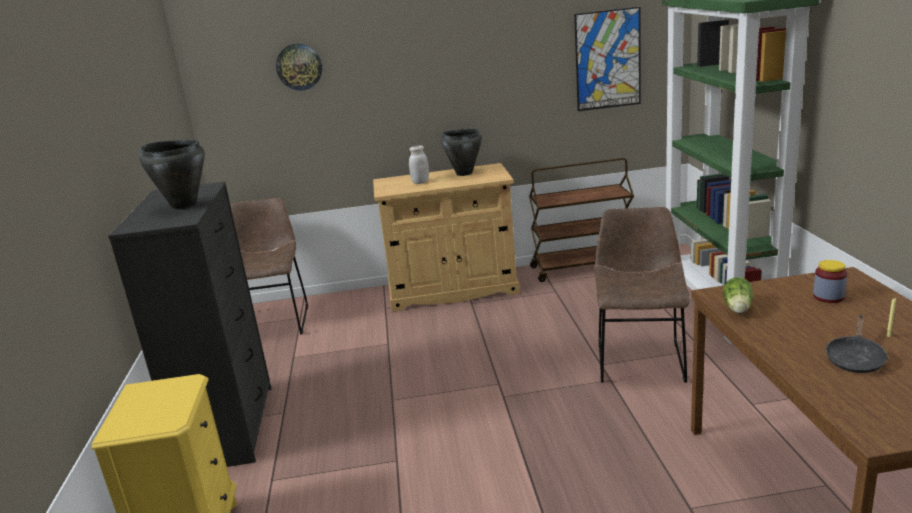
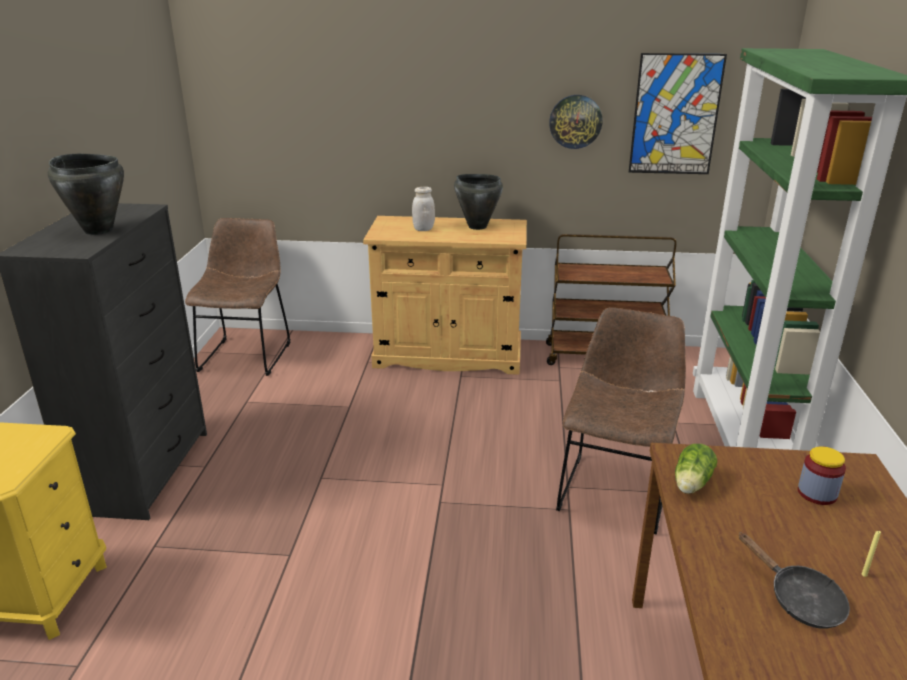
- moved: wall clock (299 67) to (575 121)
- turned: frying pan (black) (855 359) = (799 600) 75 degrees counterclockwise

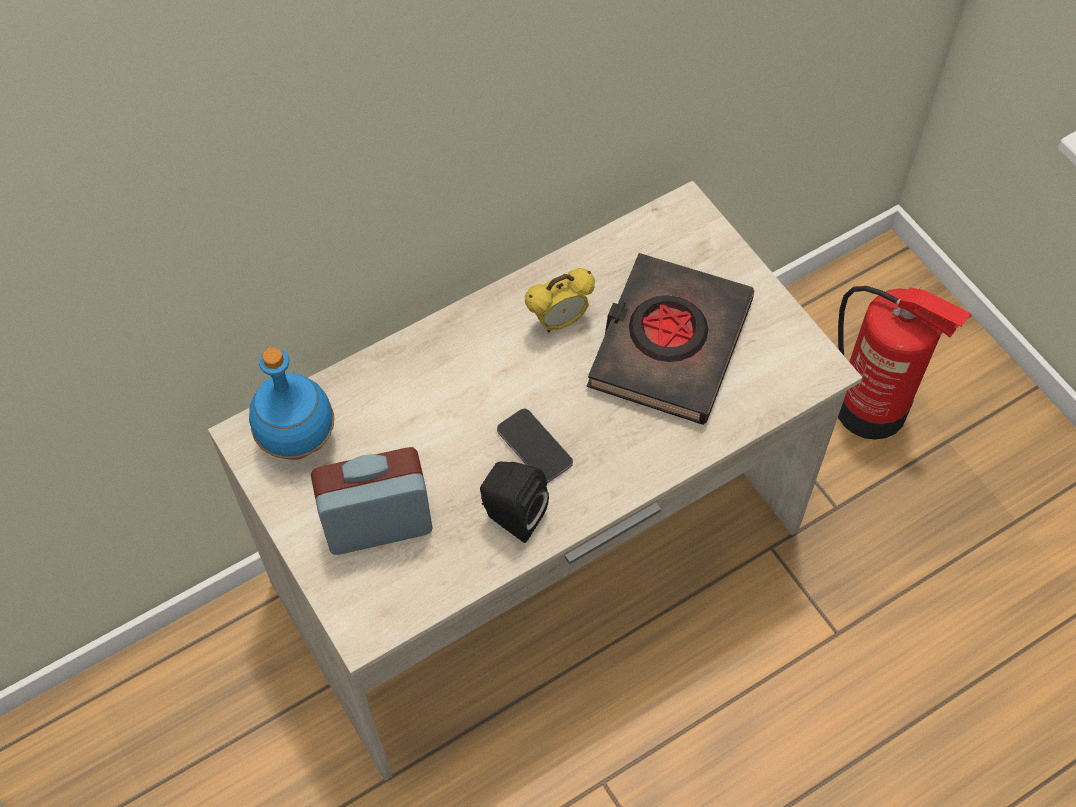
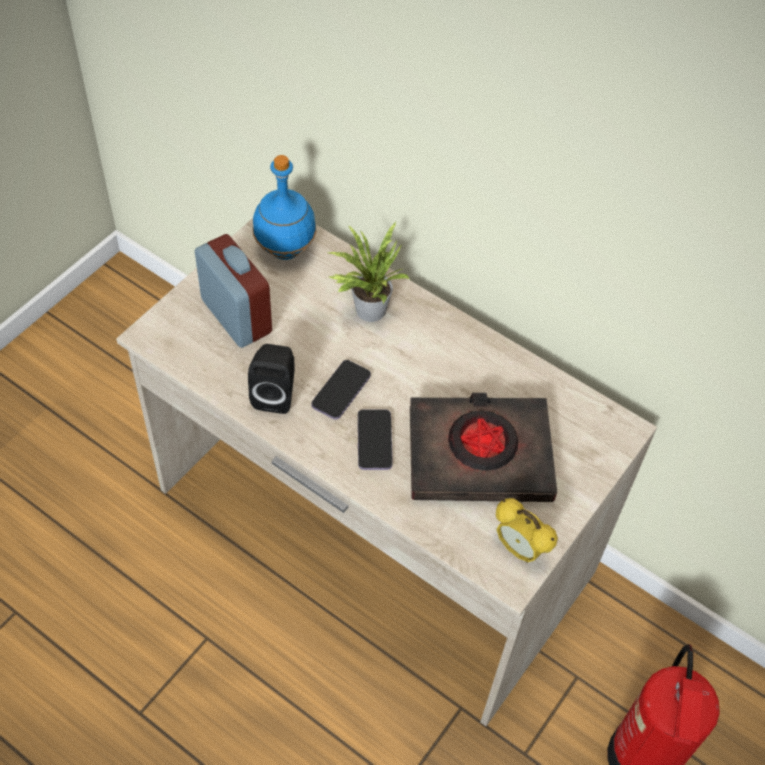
- added: potted plant (366 309)
- added: phone (374 441)
- moved: alarm clock (559 321) to (519 549)

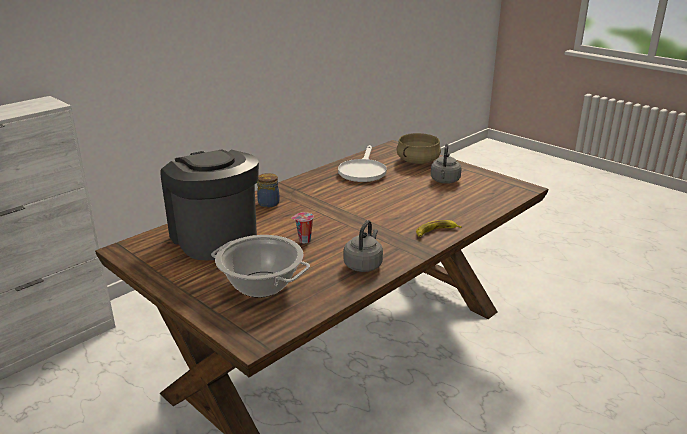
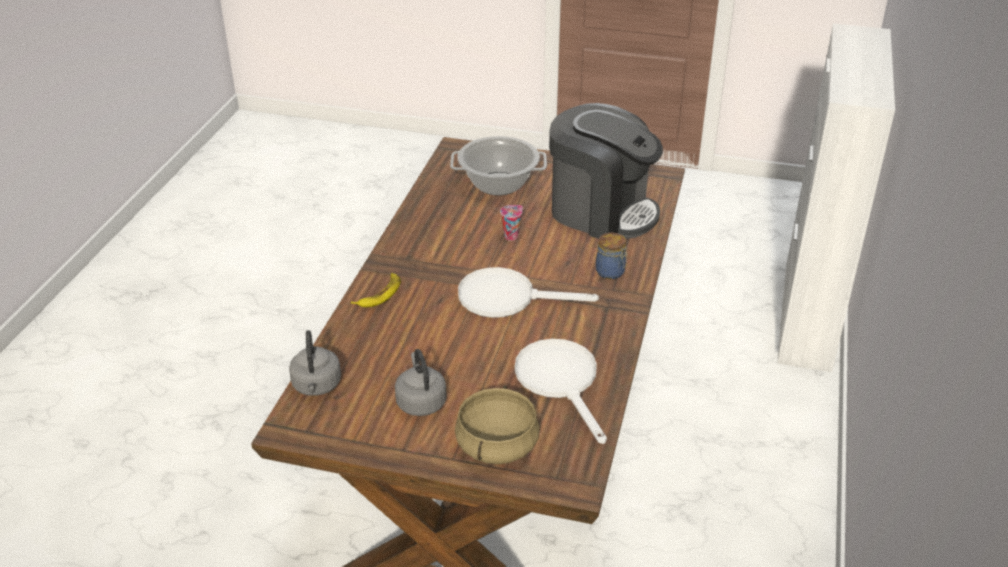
- added: frying pan (white) (507 297)
- moved: kettle (grey) (364 264) to (317 386)

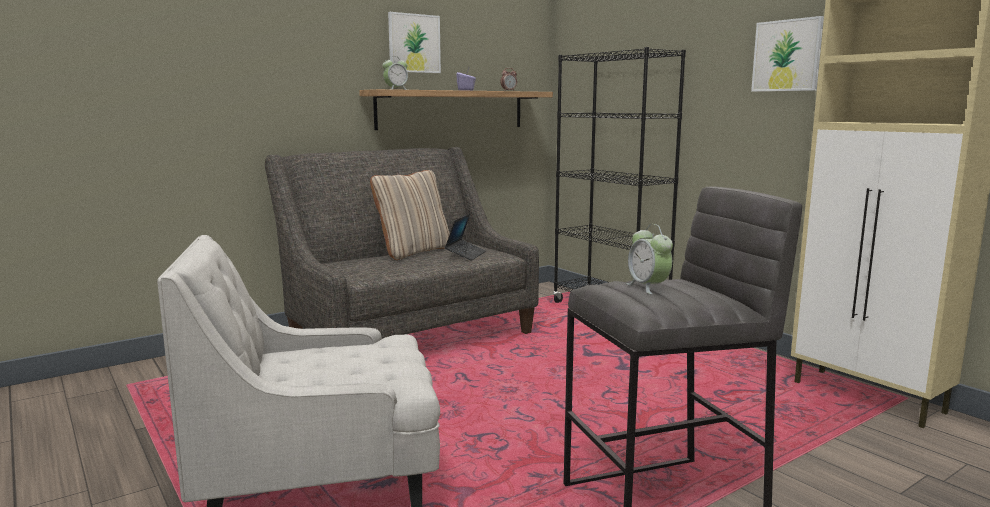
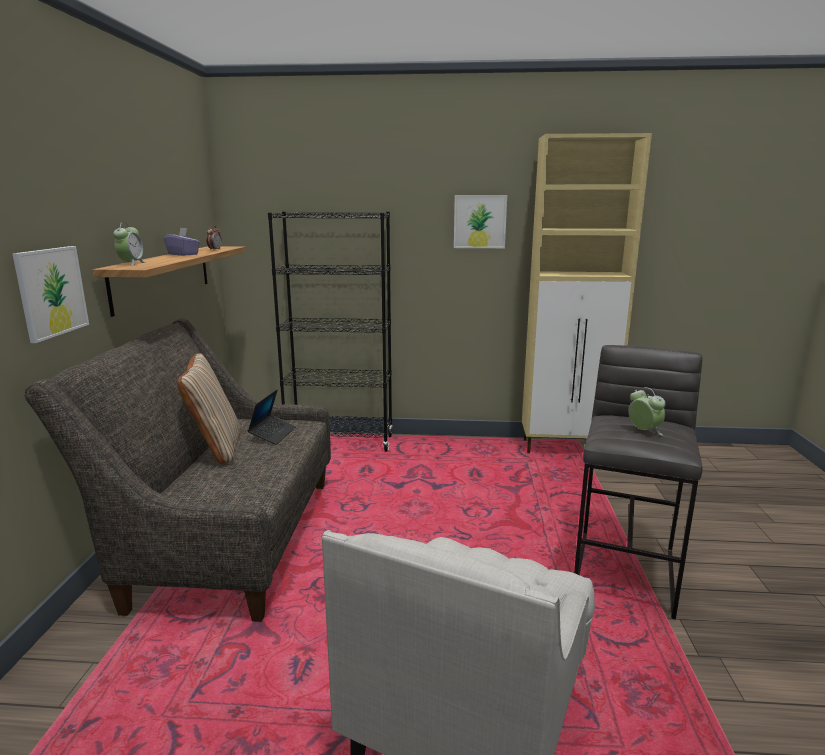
- moved: picture (414 43) to (51 292)
- turned: laptop (465 254) = (273 434) 45 degrees clockwise
- turned: alarm clock (648 287) = (644 431) 135 degrees counterclockwise

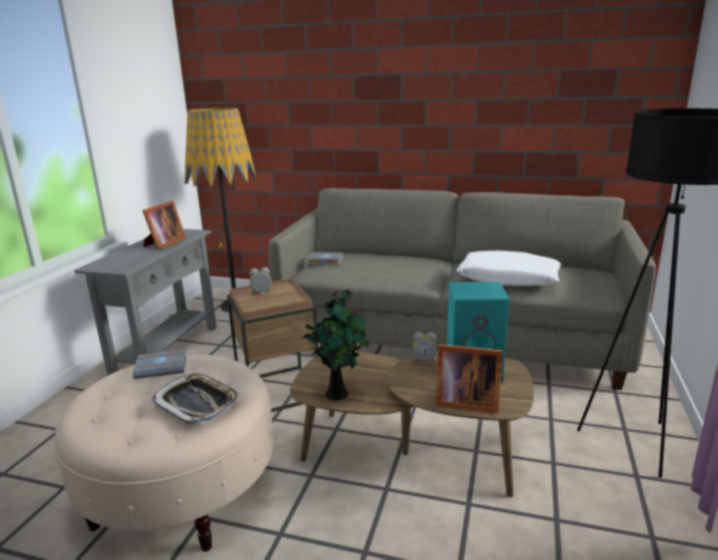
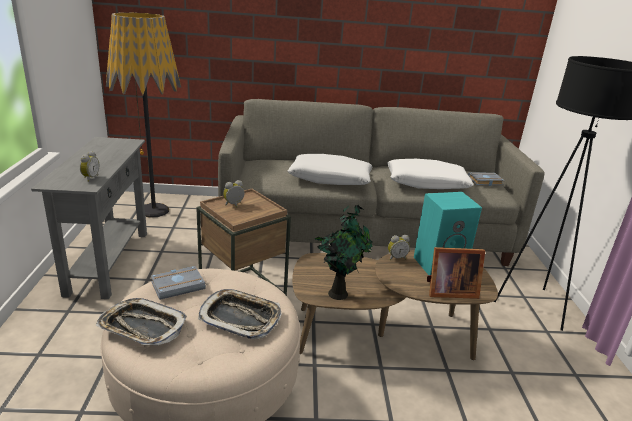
- removed: picture frame (164 243)
- added: alarm clock (90 178)
- added: tray (142 327)
- added: pillow (white) (330 178)
- moved: book (grey) (325 262) to (484 181)

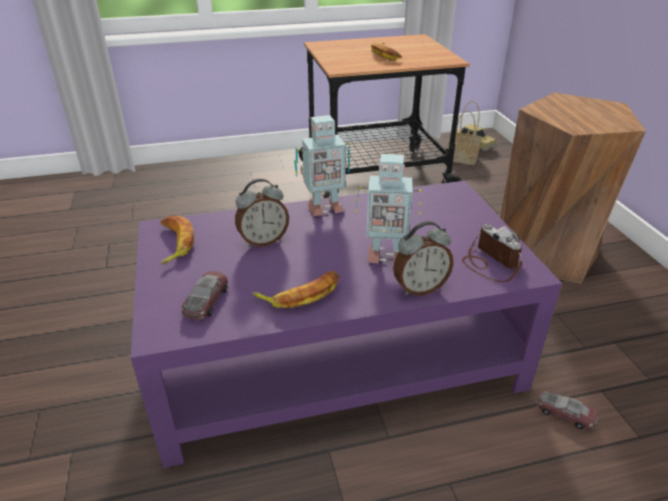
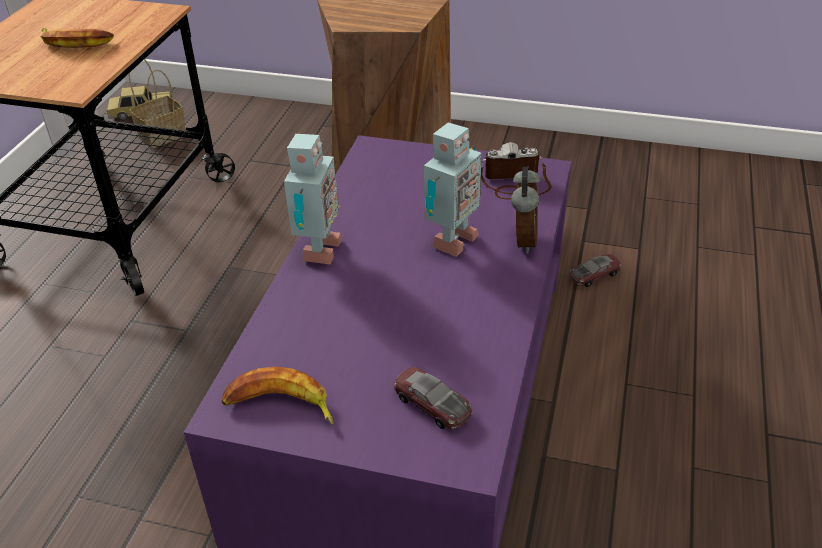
- removed: alarm clock (263 241)
- removed: banana (301 294)

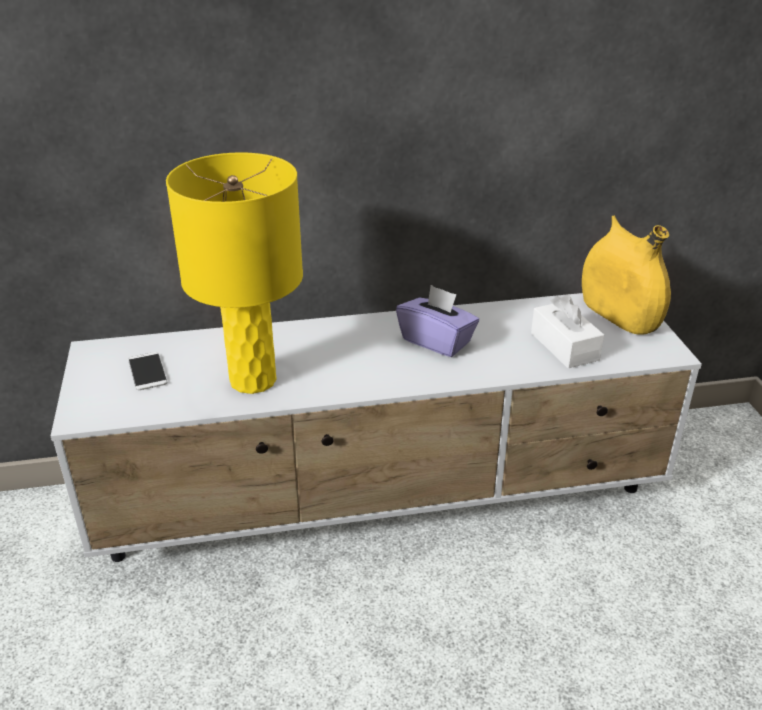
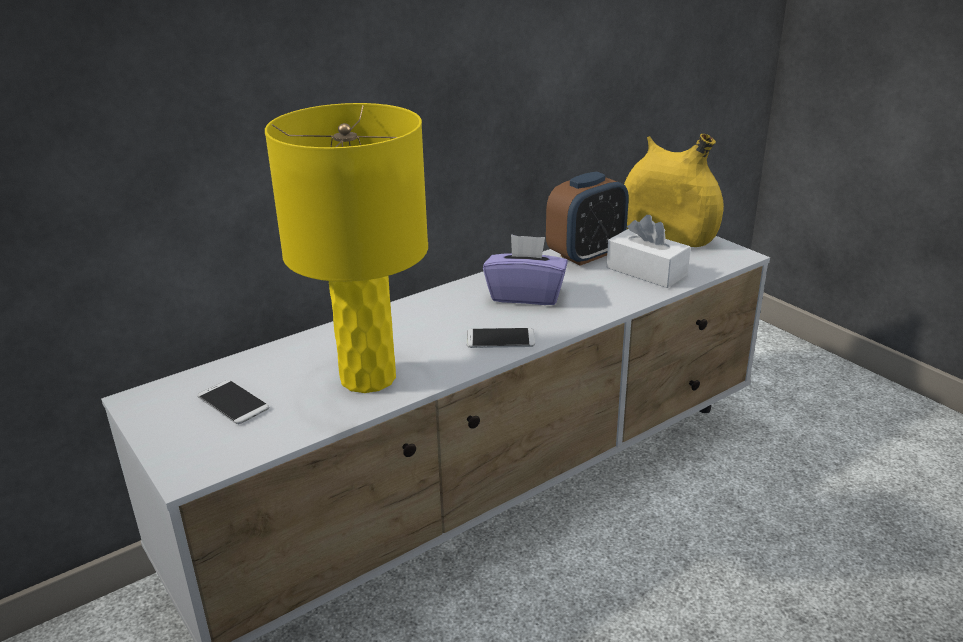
- added: phone (500 339)
- added: alarm clock (586 255)

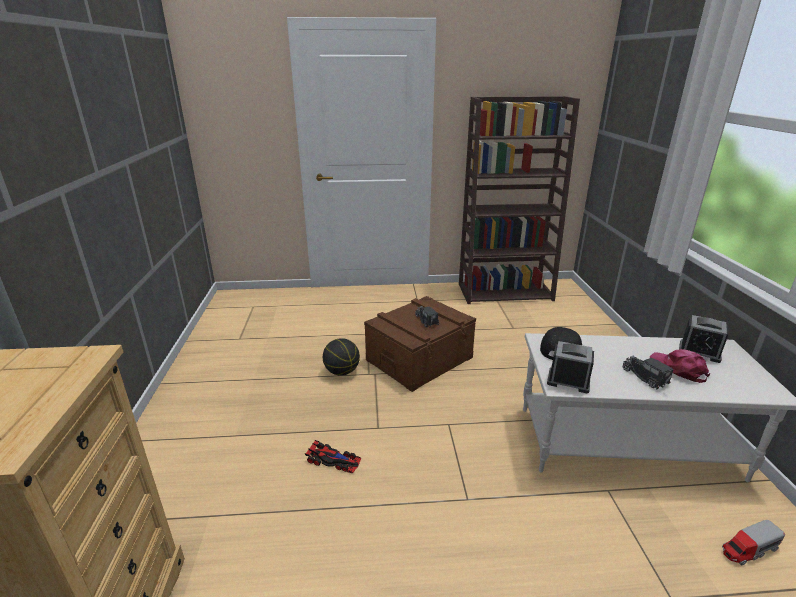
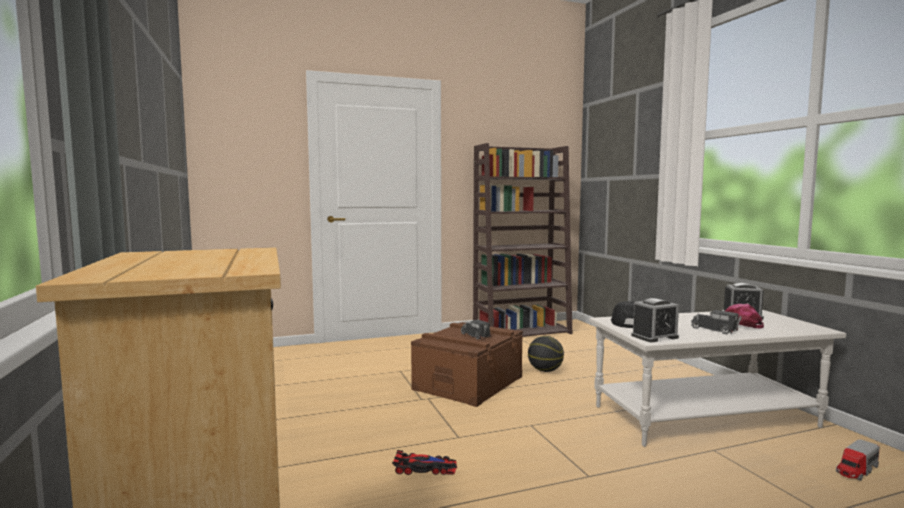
- moved: basketball (342 371) to (545 370)
- turned: alarm clock (568 381) = (654 336) 150 degrees clockwise

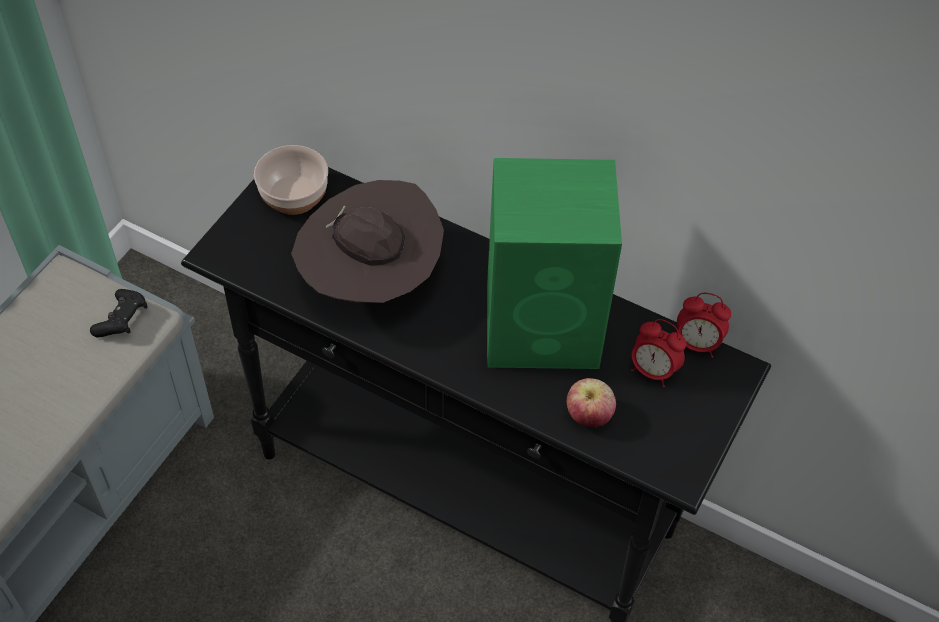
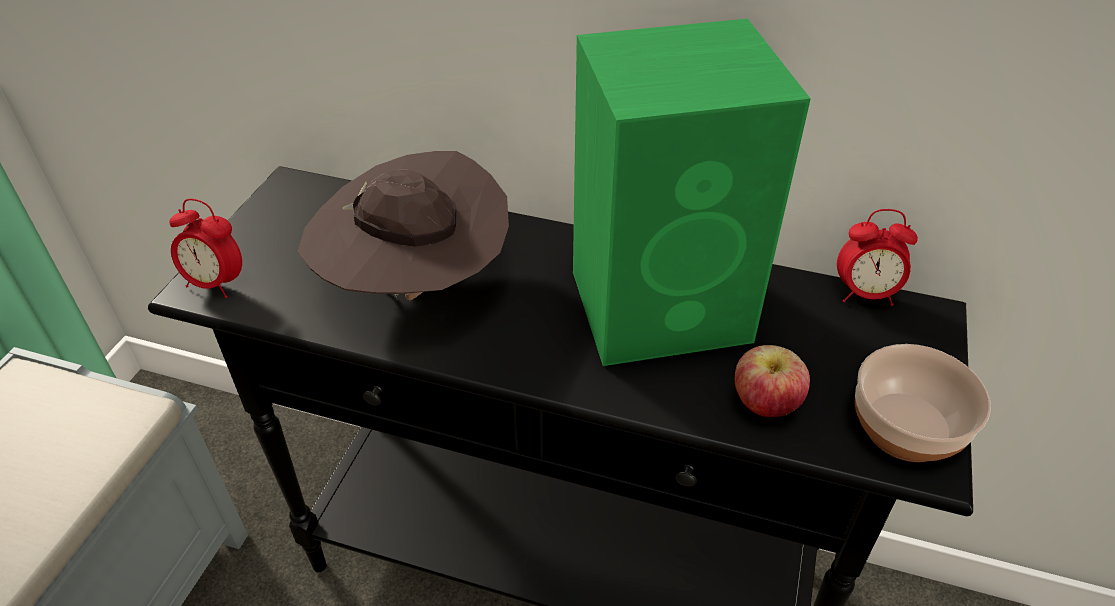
- removed: game controller (black) (122 321)
- moved: bowl (294 195) to (906 427)
- moved: alarm clock (652 371) to (216 283)

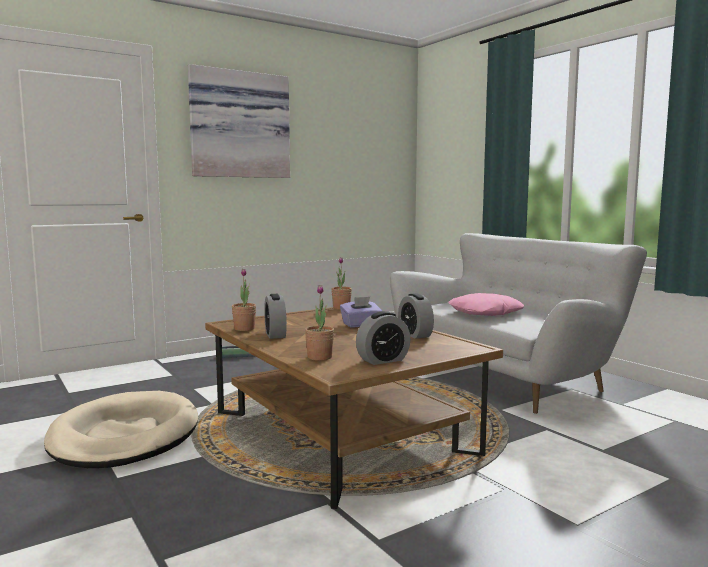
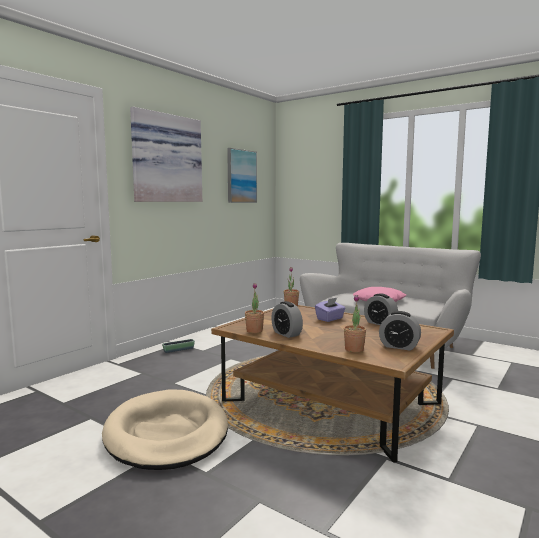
- added: picture (241 176)
- turned: alarm clock (383 360) = (399 346) 75 degrees clockwise

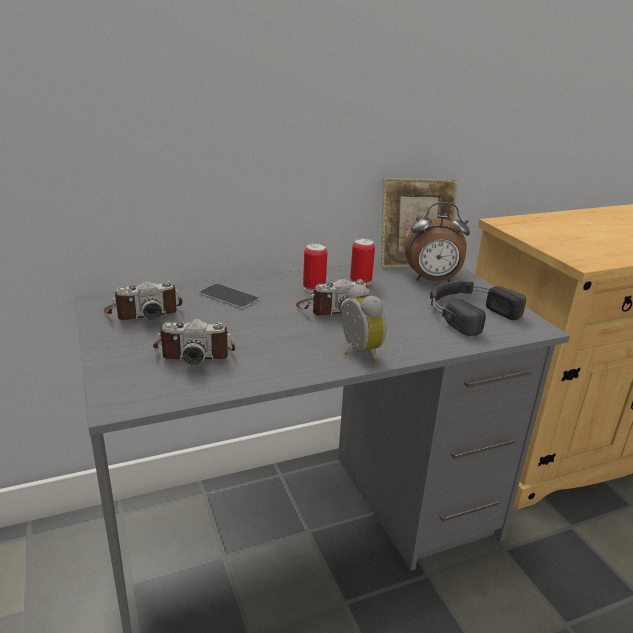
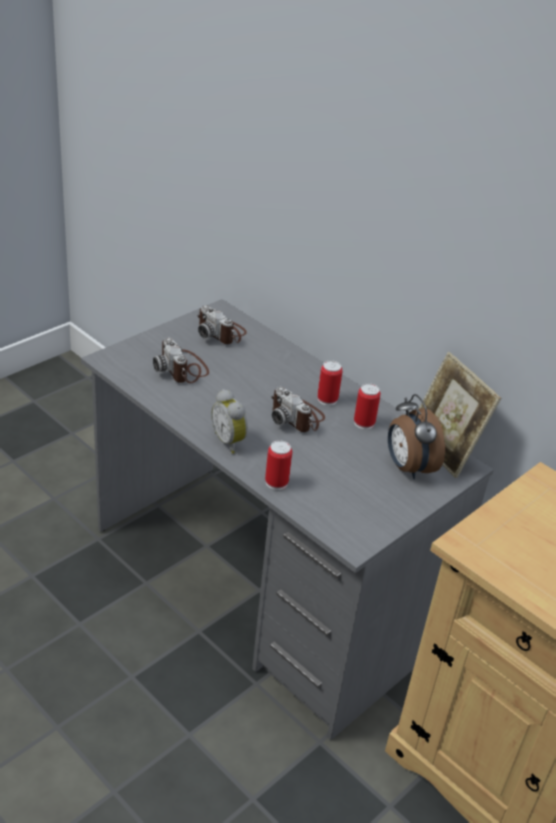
- removed: phone (228 296)
- removed: headphones (black) (467 312)
- added: can (276 482)
- turned: alarm clock (357 353) = (230 441) 105 degrees clockwise

